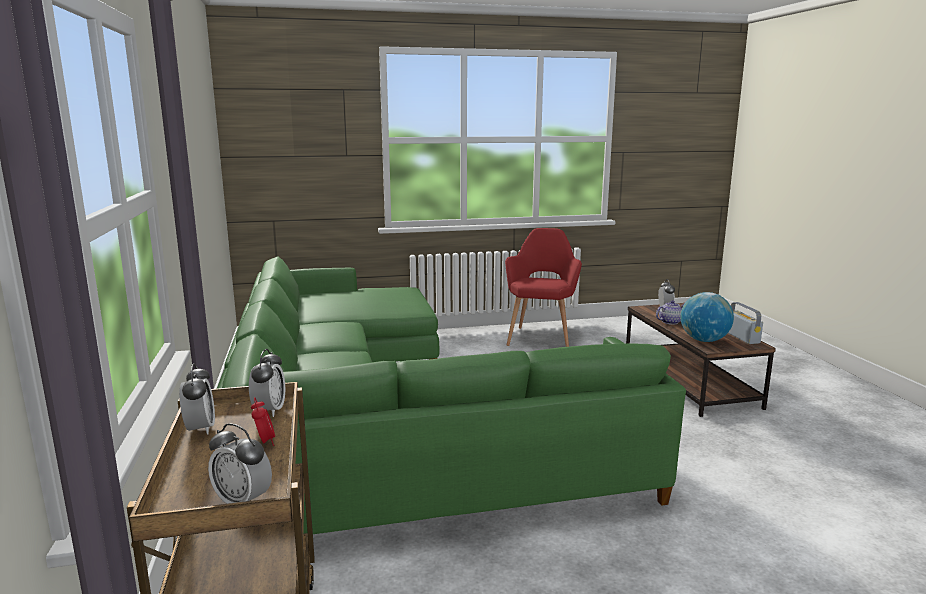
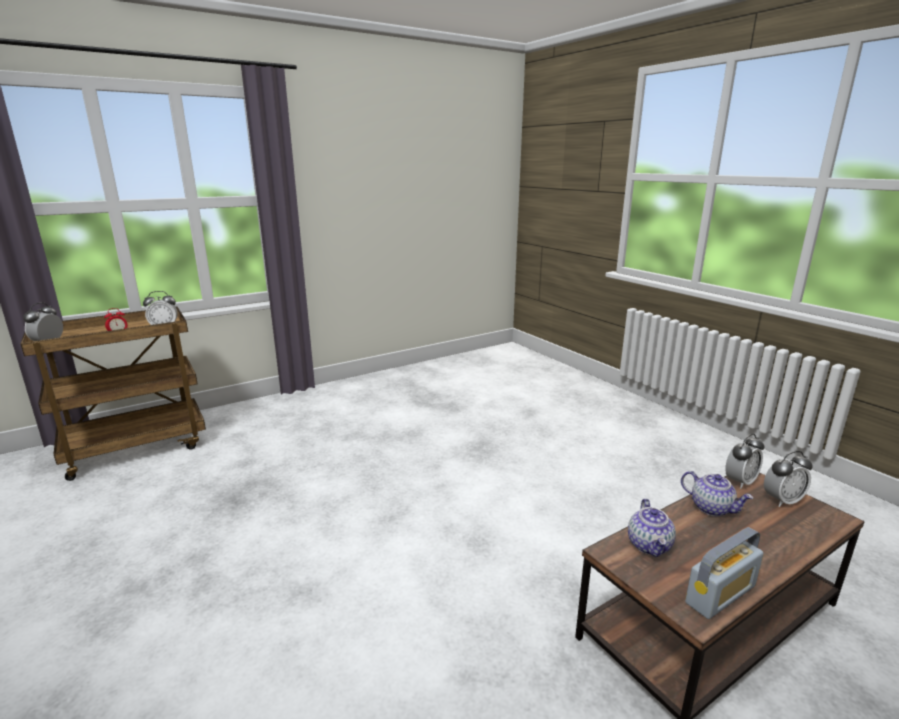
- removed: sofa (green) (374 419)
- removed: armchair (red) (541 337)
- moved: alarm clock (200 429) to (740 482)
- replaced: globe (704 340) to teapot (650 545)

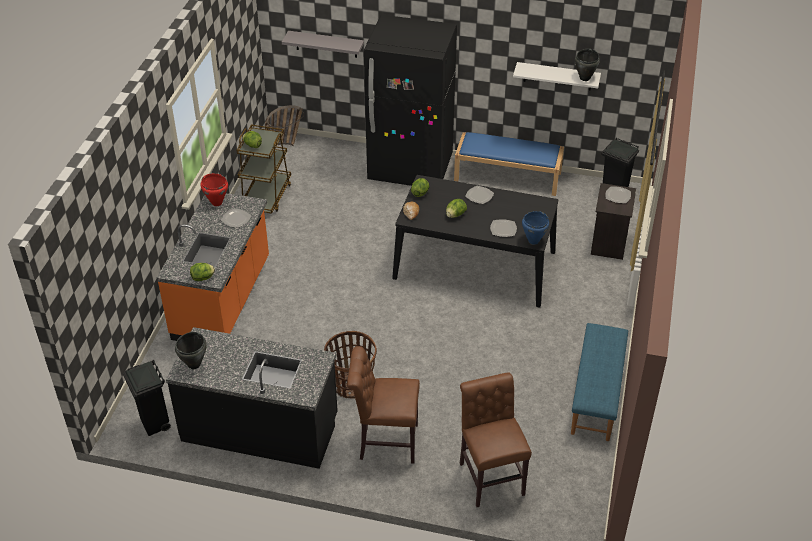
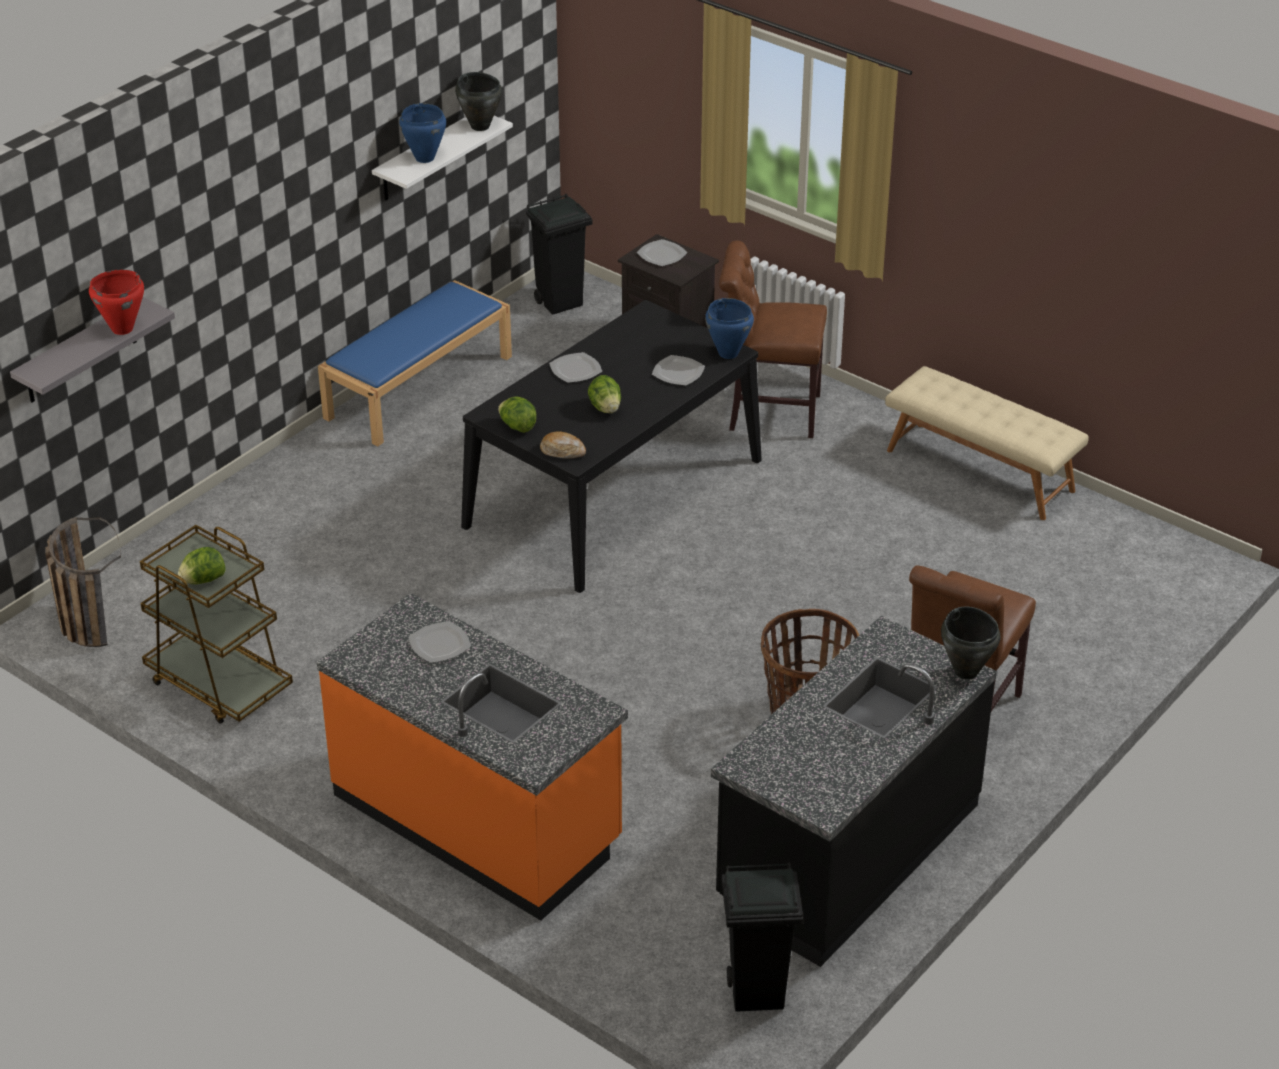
- removed: lettuce (203 278)
- removed: fridge (black) (410 169)
- added: cooking pot (blue) (424 158)
- moved: cooking pot (black) (194 364) to (966 671)
- moved: cooking pot (red) (217 202) to (122 329)
- moved: chair (brown) (490 476) to (768 412)
- recoloured: bench (blue) (597 395) to bench (beige) (980 470)

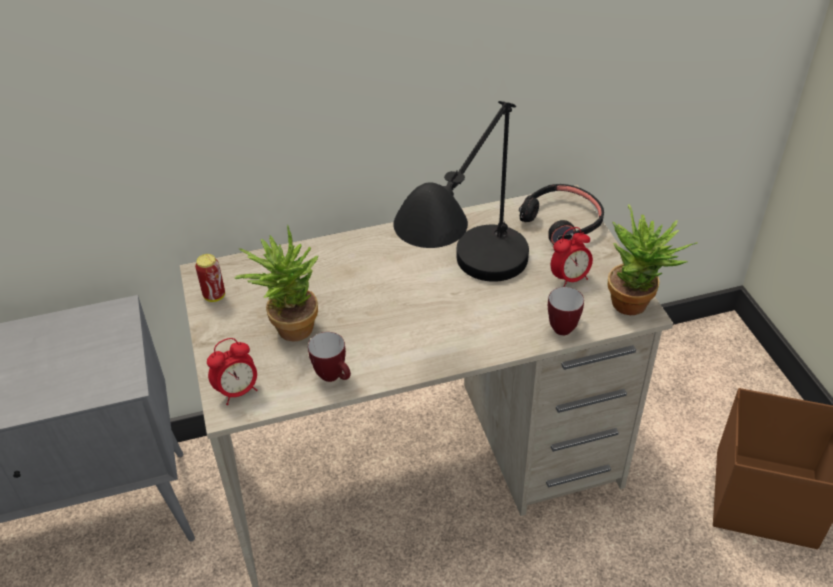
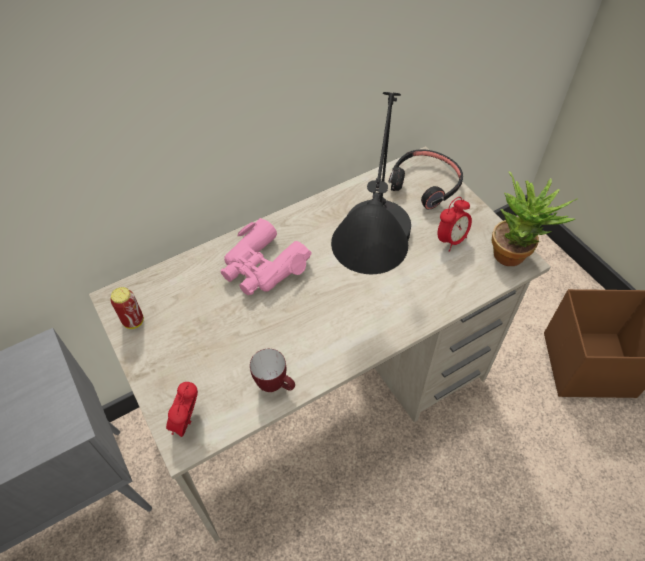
- removed: potted plant (288 326)
- removed: mug (564 326)
- added: binoculars (pink) (262 267)
- turned: alarm clock (238 391) = (188 422) 150 degrees clockwise

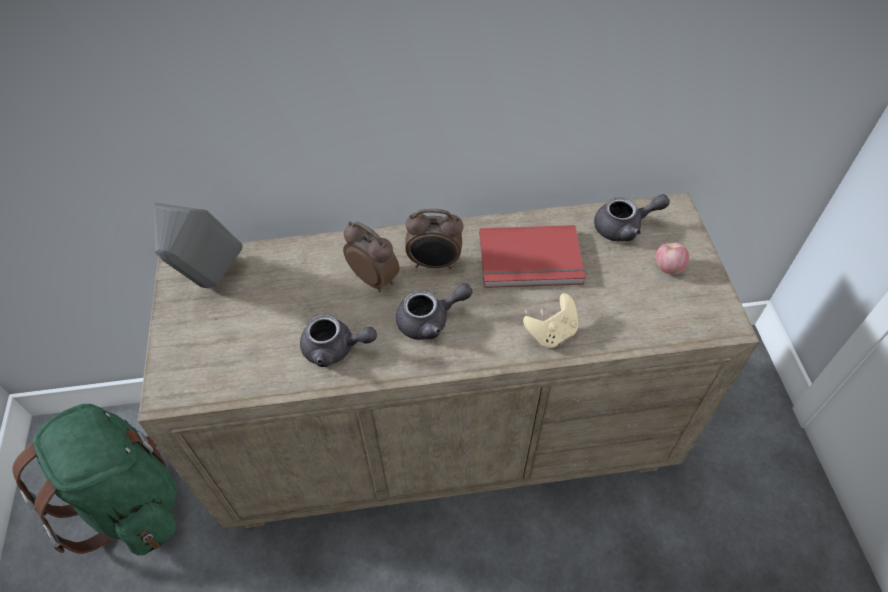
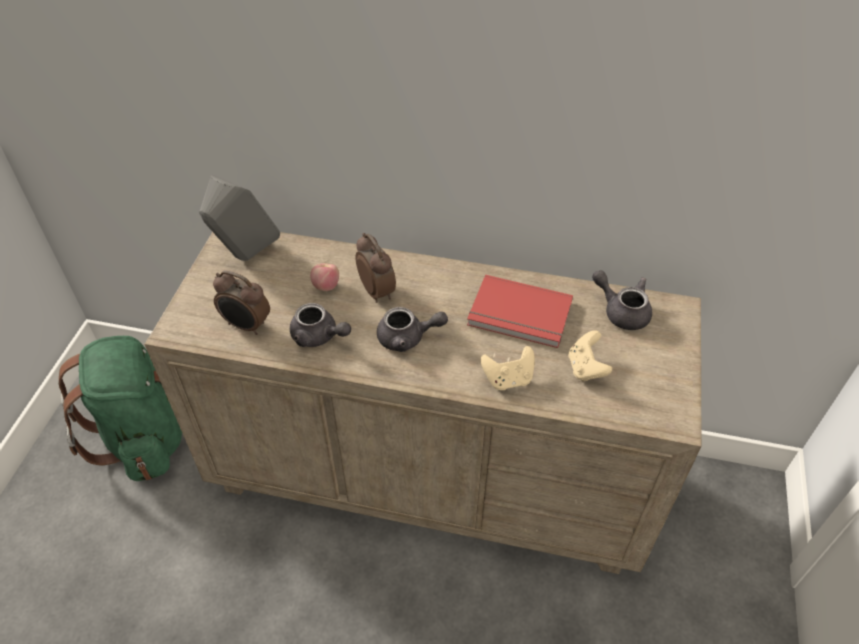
- added: game controller (beige) (586 368)
- moved: alarm clock (434 263) to (246 326)
- moved: apple (668 267) to (326 286)
- turned: teapot (grey) (624 227) = (621 311) 150 degrees counterclockwise

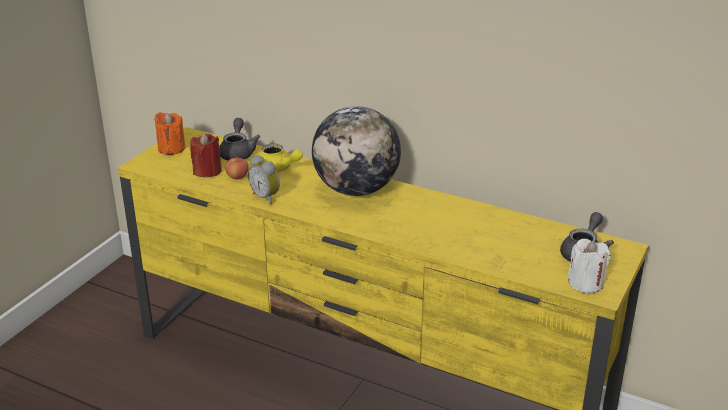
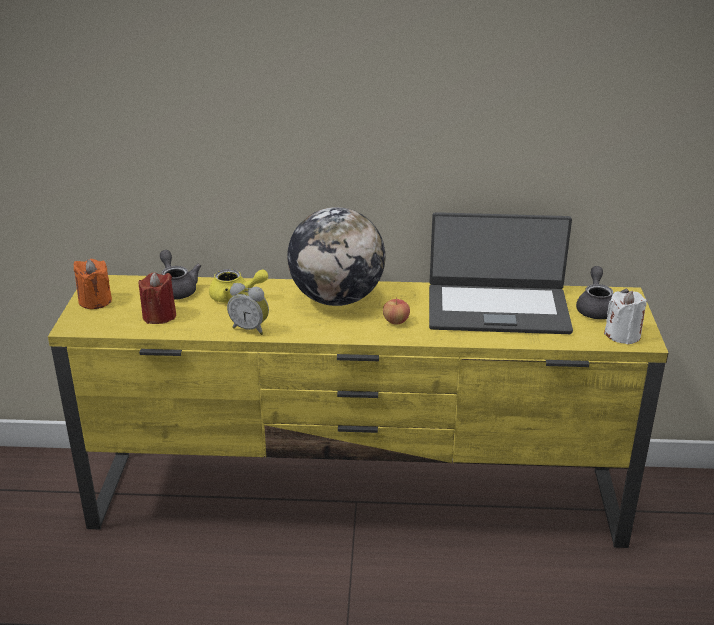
- added: laptop (497 309)
- moved: apple (237 177) to (396 321)

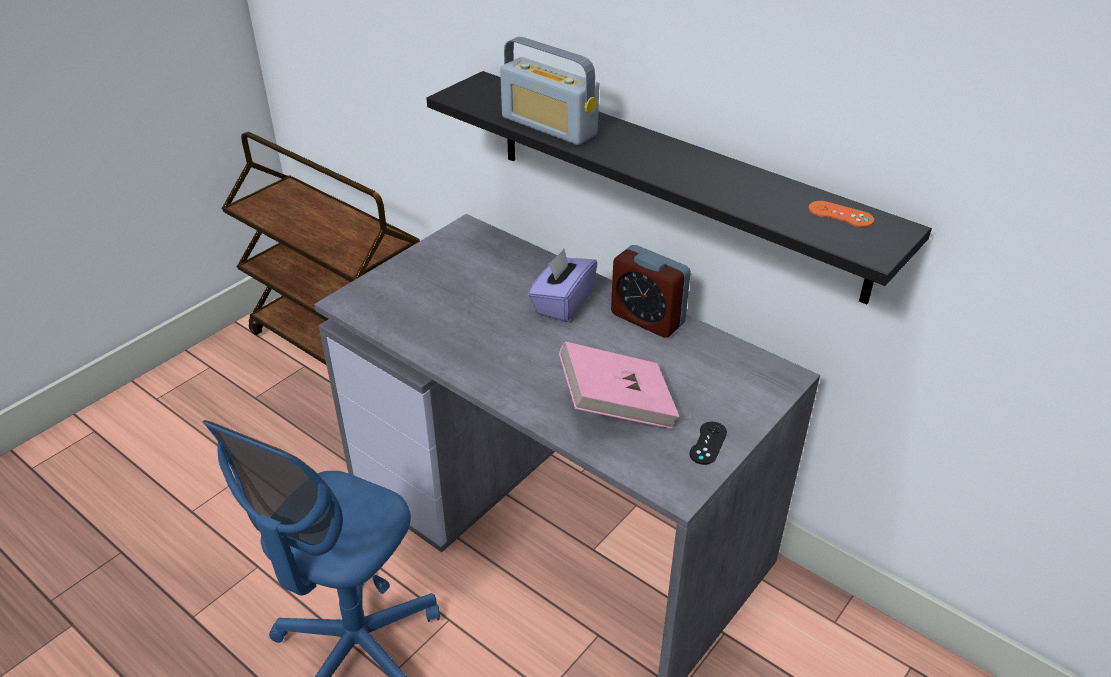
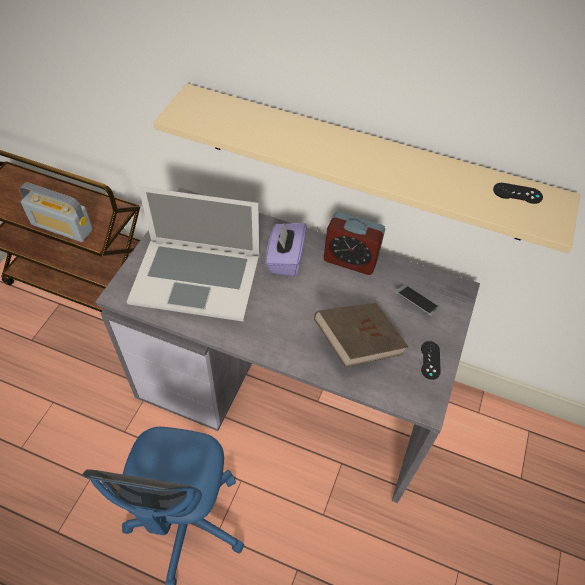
- added: laptop (196 278)
- added: phone (416 302)
- moved: radio (549 126) to (62 227)
- recoloured: shelf (black) (673 181) to shelf (beige) (365 164)
- recoloured: book (pink) (616 405) to book (brown) (358 343)
- recoloured: game controller (orange) (840 214) to game controller (black) (517 193)

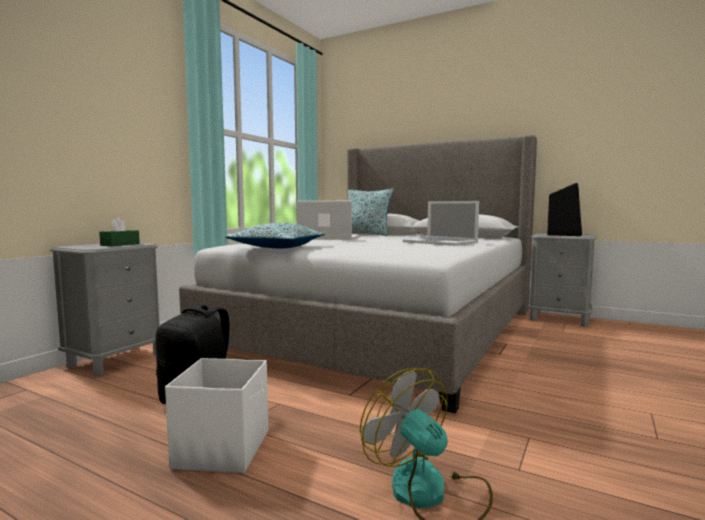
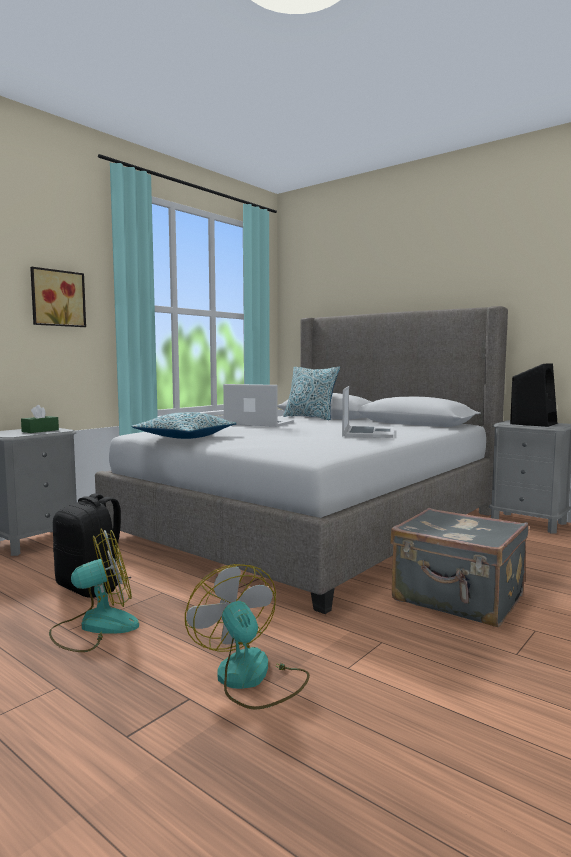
- added: picture (57 298)
- added: suitcase (grey) (458 599)
- replaced: storage box (white) (223 448) to fan (95 627)
- turned: laptop (440 242) = (367 432) 135 degrees counterclockwise

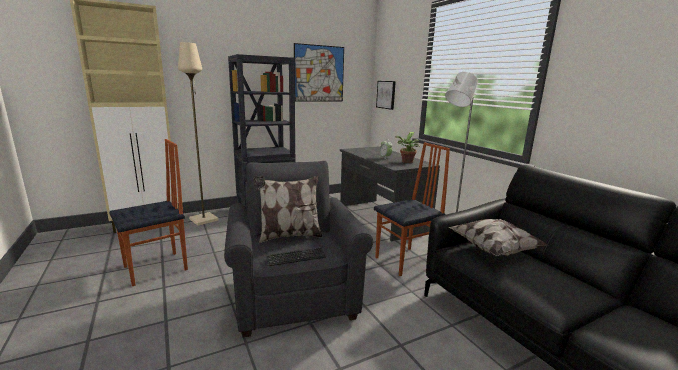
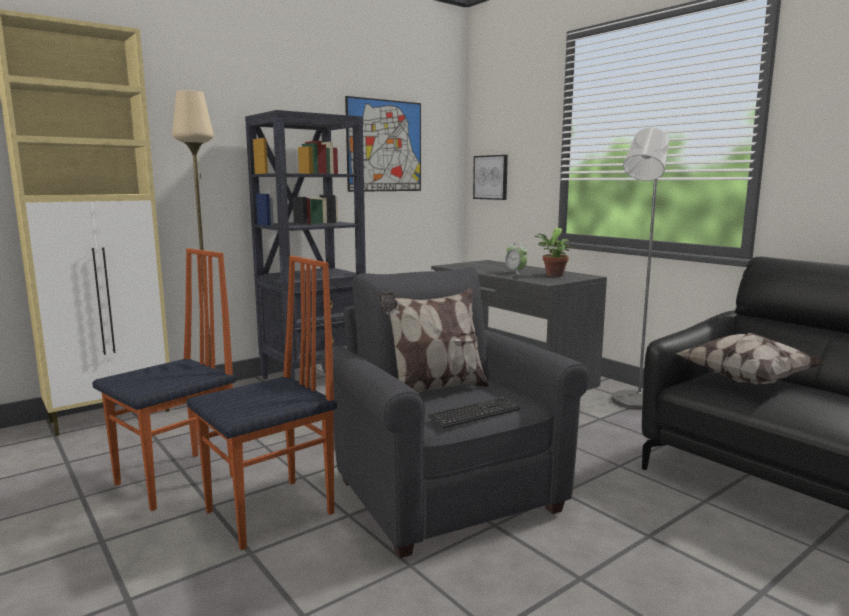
- moved: chair (406 261) to (272 513)

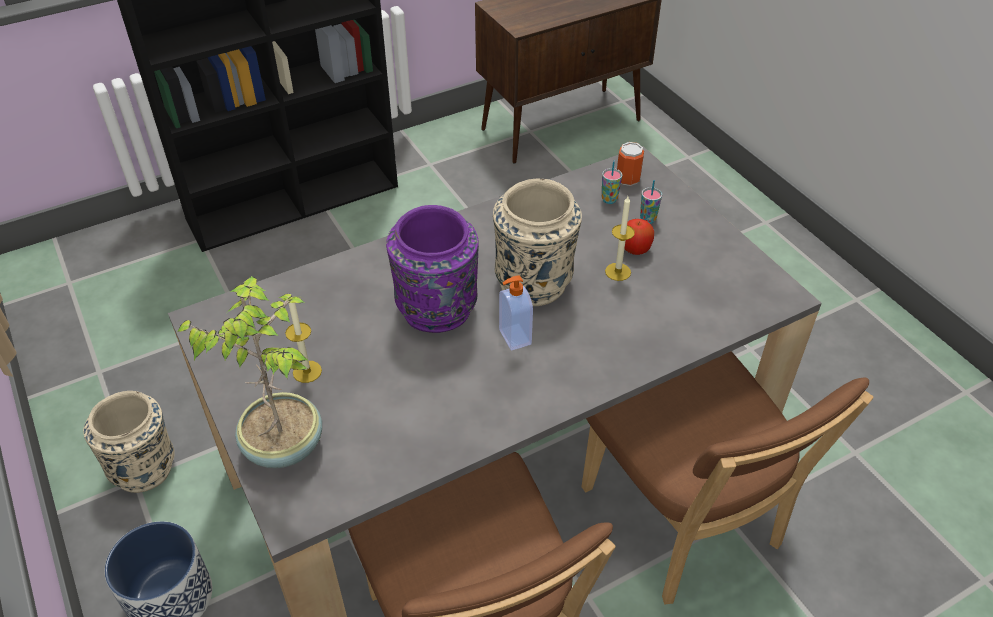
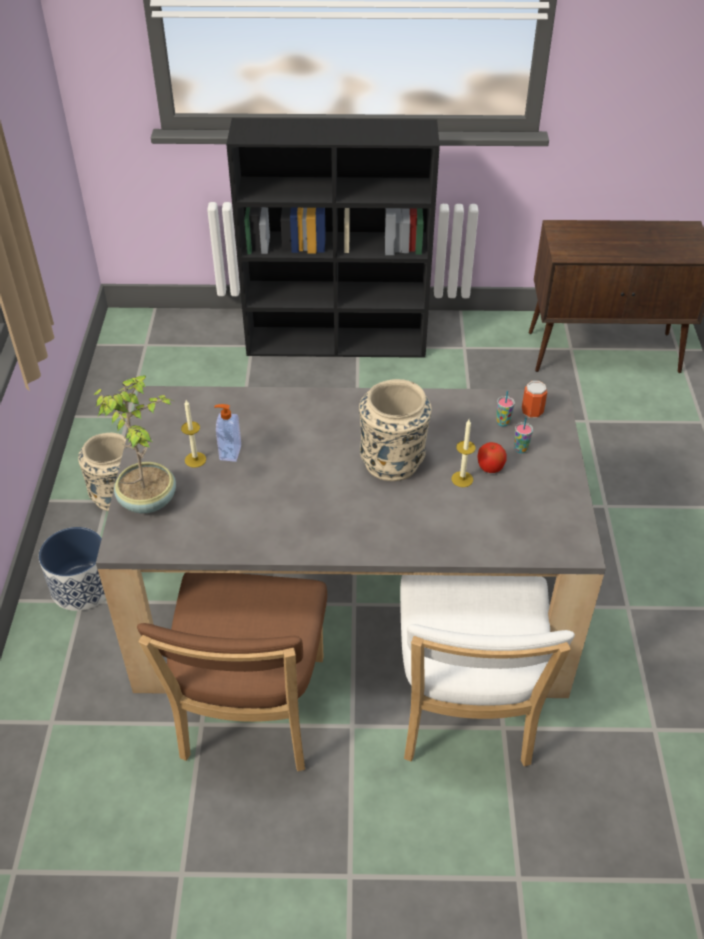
- removed: vase (purple) (437 310)
- moved: soap dispenser (514 337) to (229 452)
- recoloured: chair (brown) (685 524) to chair (white) (464 713)

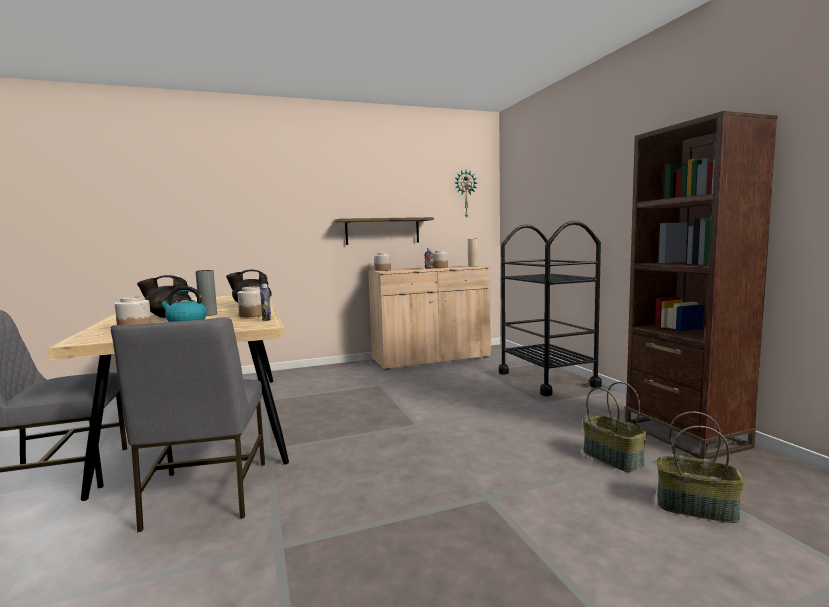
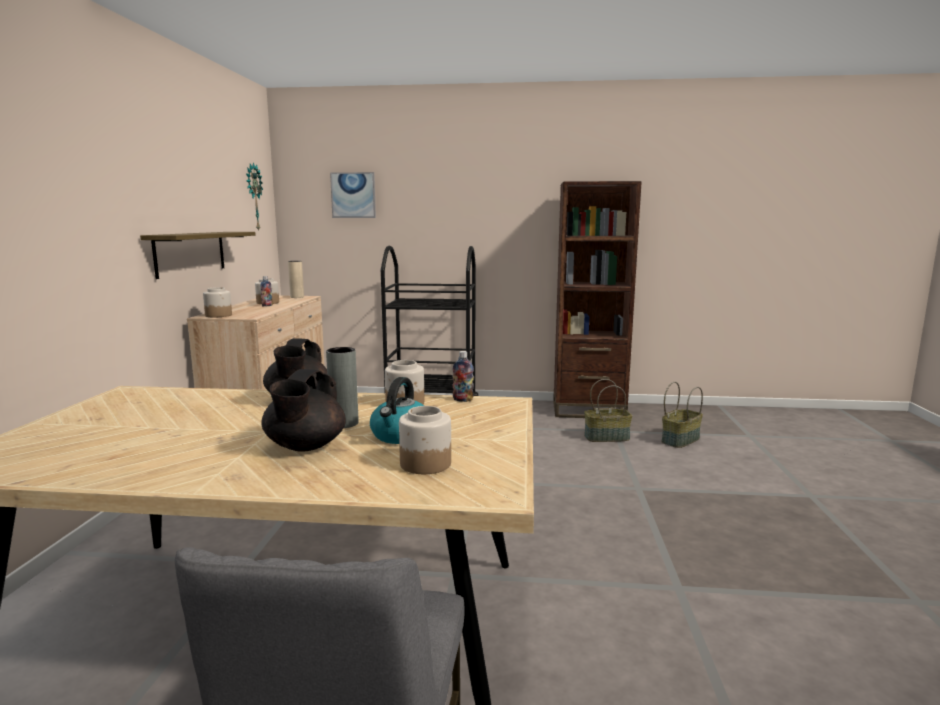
- removed: chair (grey) (205 495)
- added: picture (353 195)

